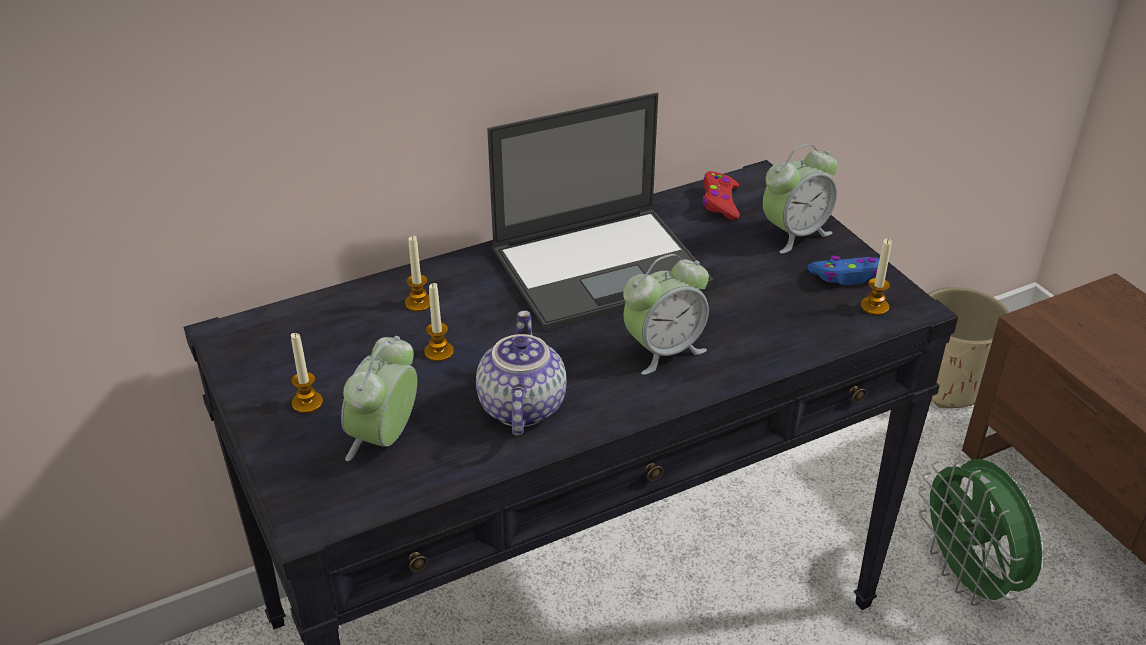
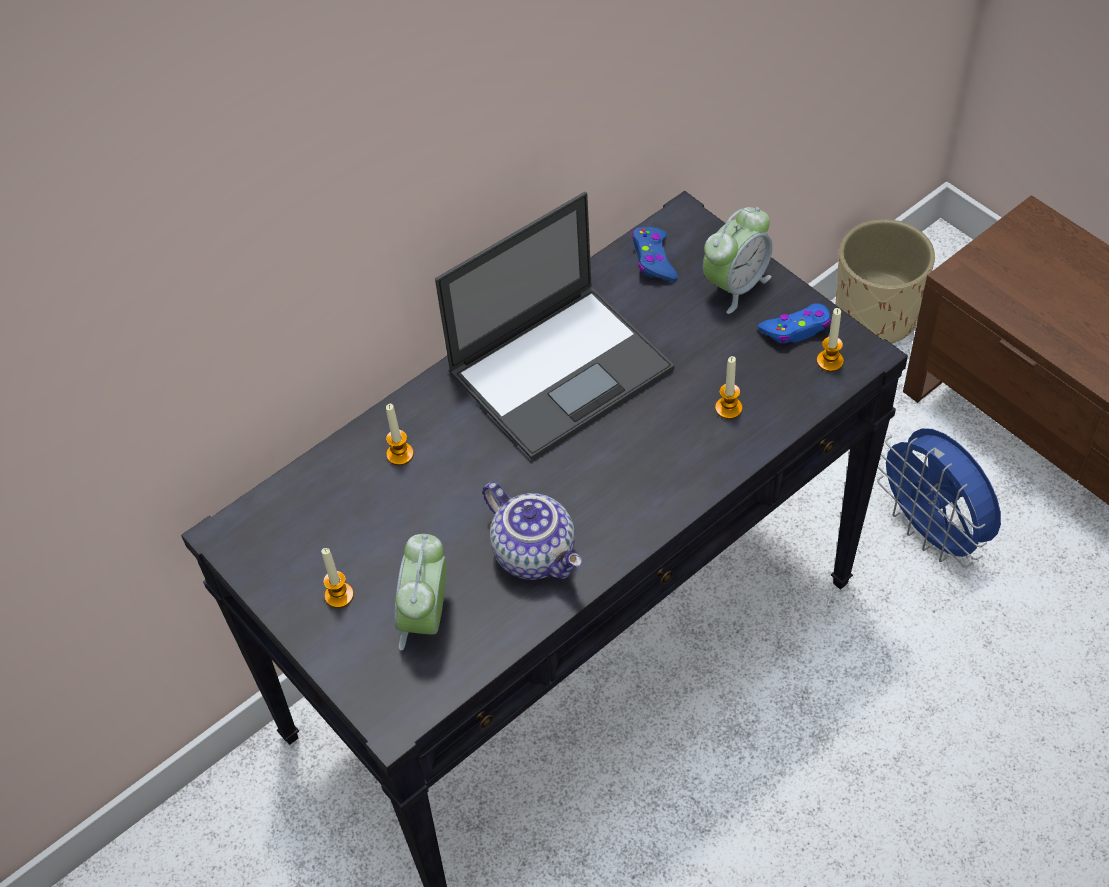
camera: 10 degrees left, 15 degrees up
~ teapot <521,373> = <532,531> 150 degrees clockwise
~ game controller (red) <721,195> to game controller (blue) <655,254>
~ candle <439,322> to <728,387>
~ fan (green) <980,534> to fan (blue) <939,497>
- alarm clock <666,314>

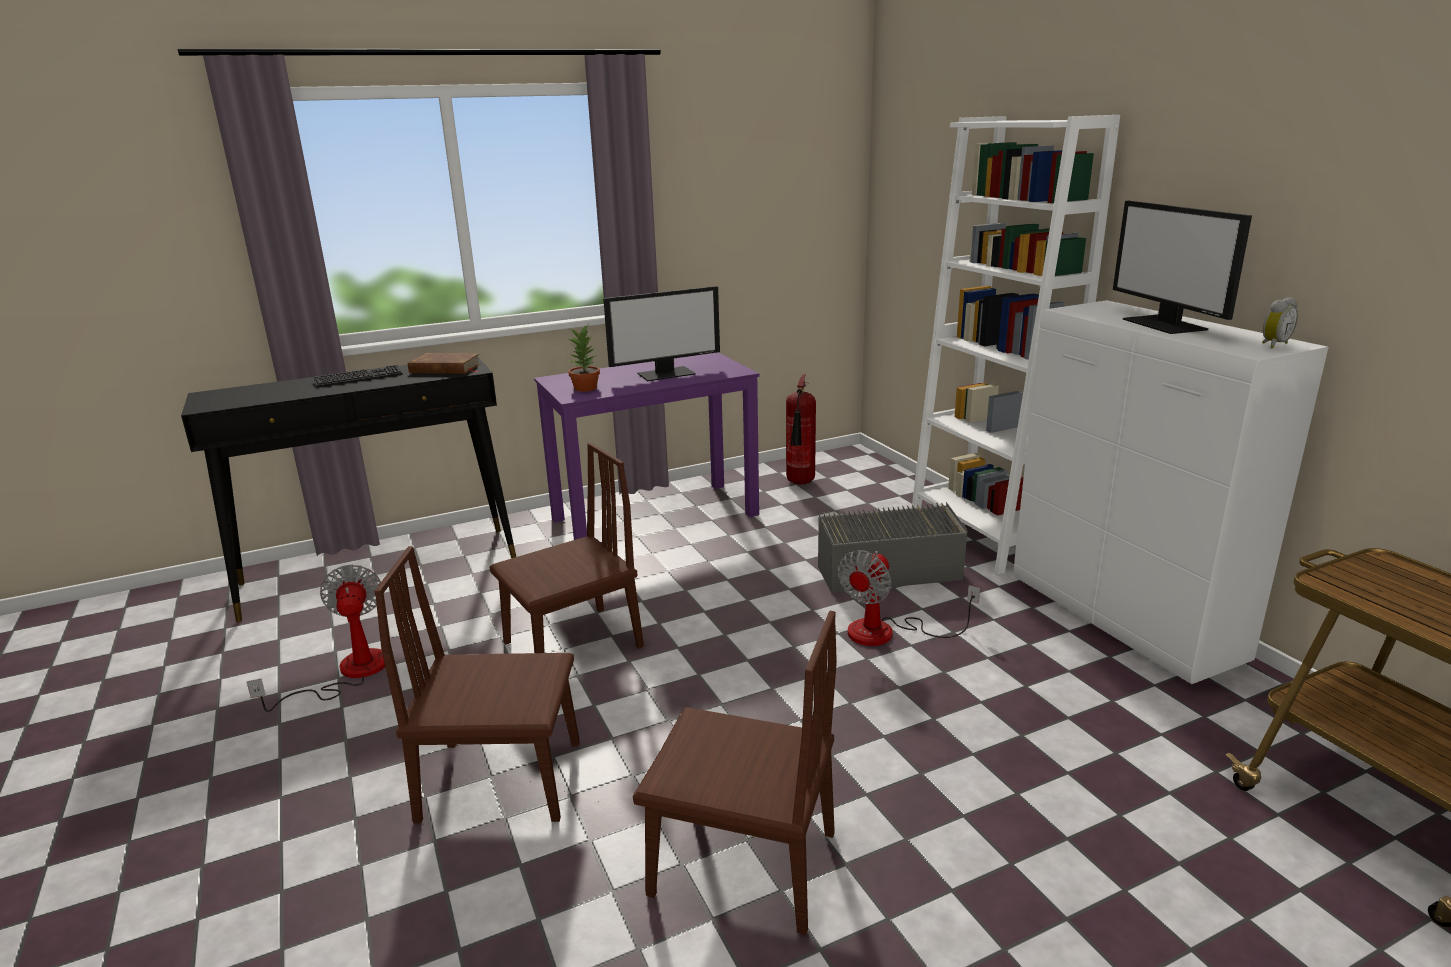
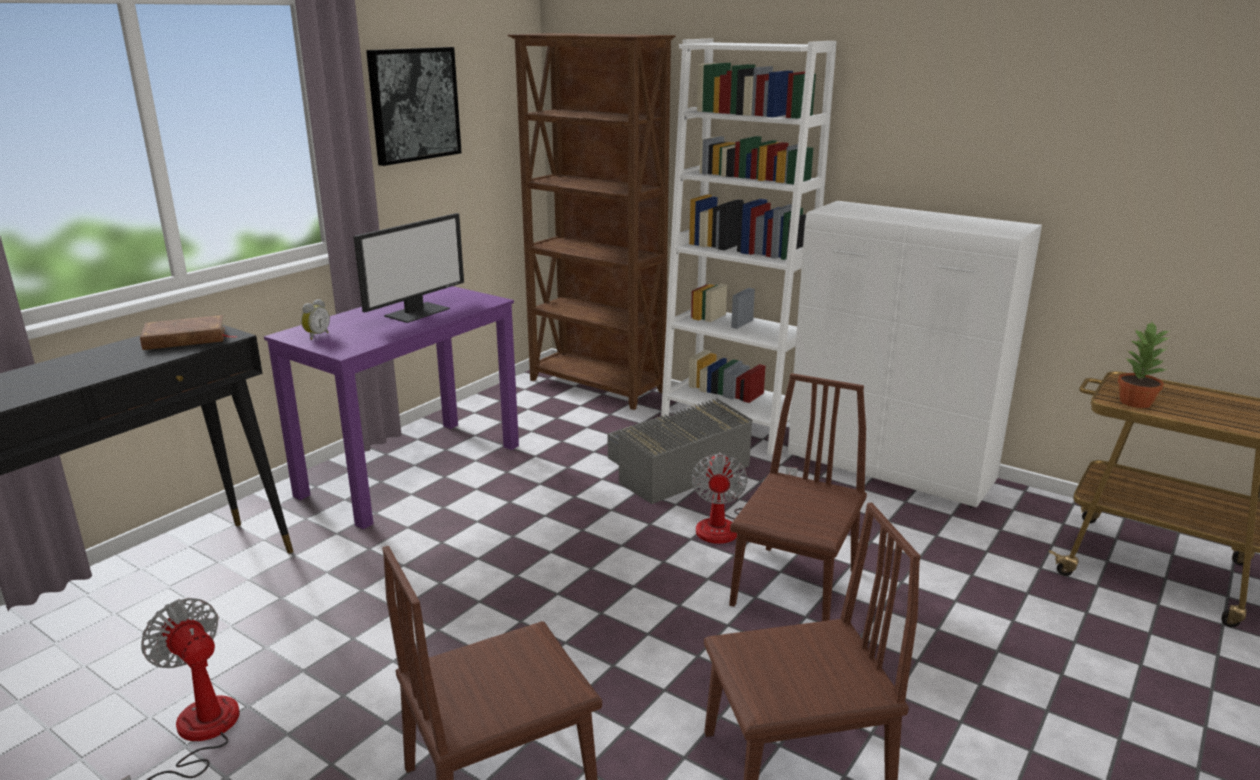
camera: 30 degrees left, 0 degrees up
~ alarm clock <1280,322> to <315,319>
+ picture <414,106>
+ bookcase (brown) <592,221>
~ chair (brown) <567,547> to <798,497>
~ potted plant <583,358> to <1143,365>
- keyboard <358,376>
- fire extinguisher <801,429>
- monitor <1182,267>

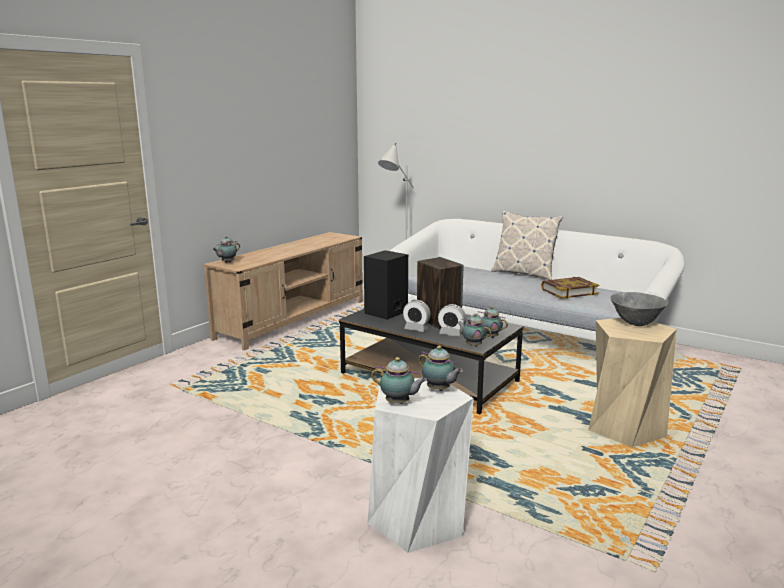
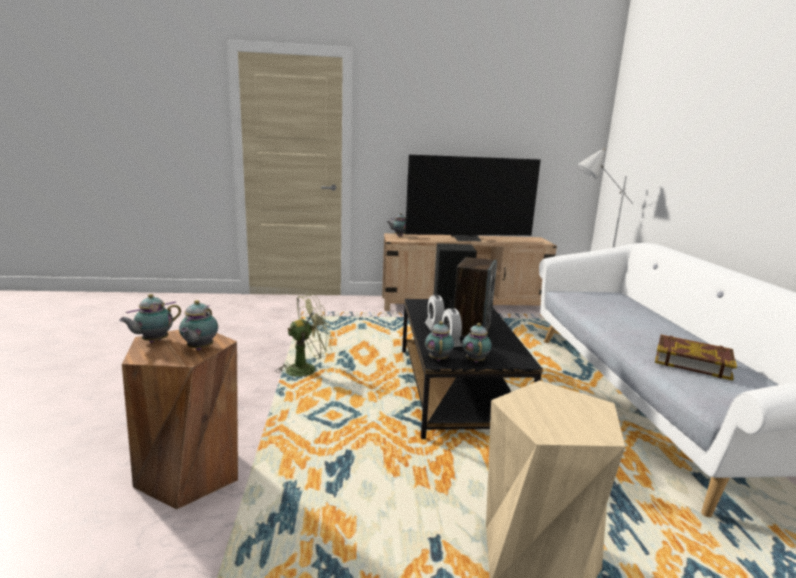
camera: 50 degrees right, 0 degrees up
~ teapot <399,380> = <150,318> 60 degrees clockwise
~ stool (white) <421,465> to stool (brown) <180,420>
+ fan (green) <305,335>
+ television <473,198>
- pillow <527,245>
- bowl (grey) <639,309>

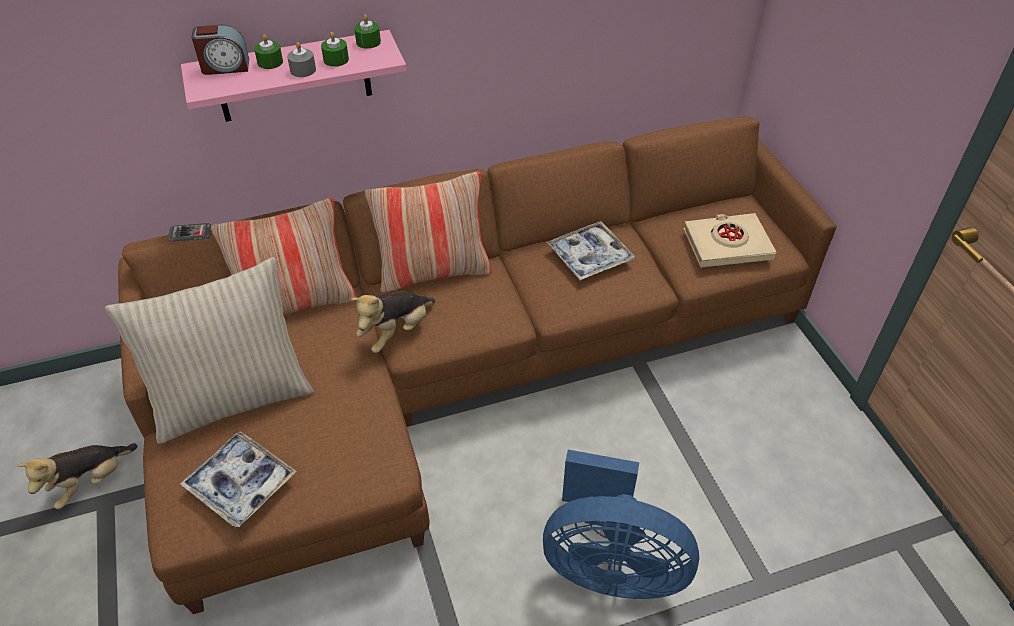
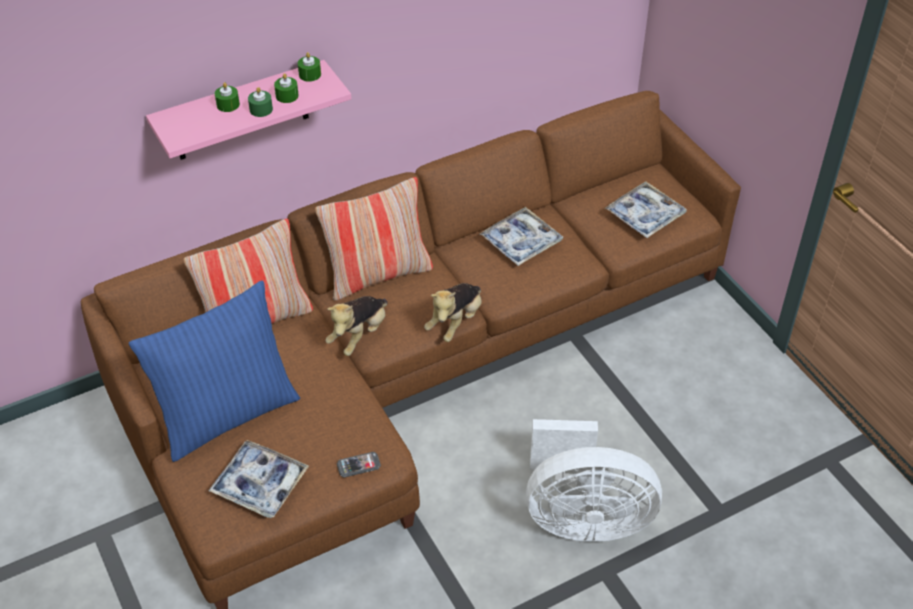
camera: 10 degrees left, 0 degrees up
~ pillow (beige) <209,350> to pillow (blue) <214,371>
~ candle (grey) <301,59> to candle (green) <260,102>
~ phone <190,232> to <359,464>
~ plush toy <77,476> to <453,312>
~ fan (blue) <621,524> to fan (white) <594,480>
~ book (beige) <729,240> to tray <646,209>
- alarm clock <220,50>

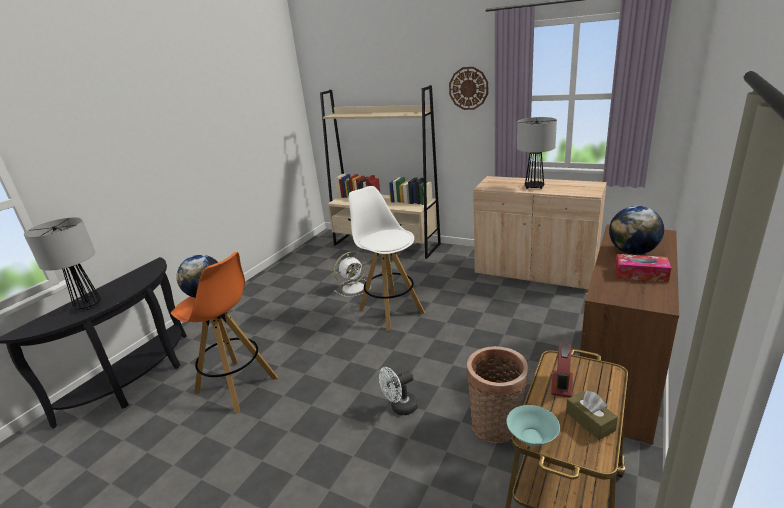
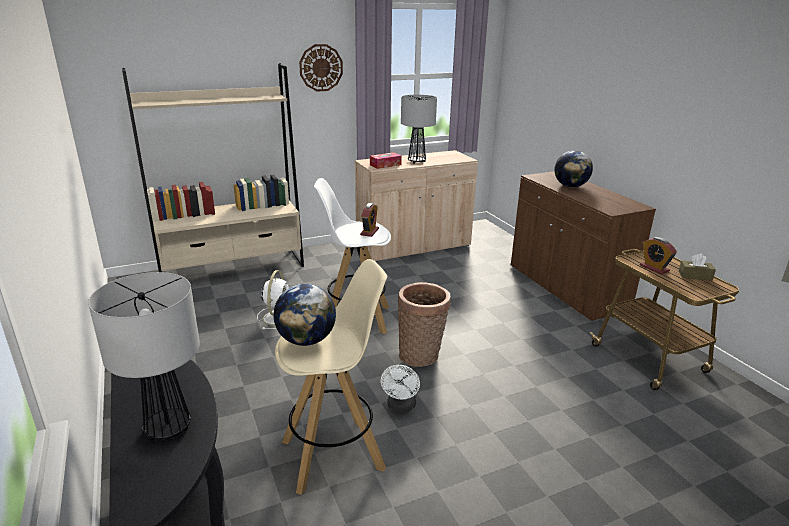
camera: 55 degrees left, 0 degrees up
~ stool (orange) <224,332> to stool (beige) <331,377>
+ alarm clock <369,220>
~ tissue box <643,268> to <386,160>
~ fan (white) <398,391> to <400,387>
~ basket <497,394> to <424,324>
- bowl (turquoise) <533,425>

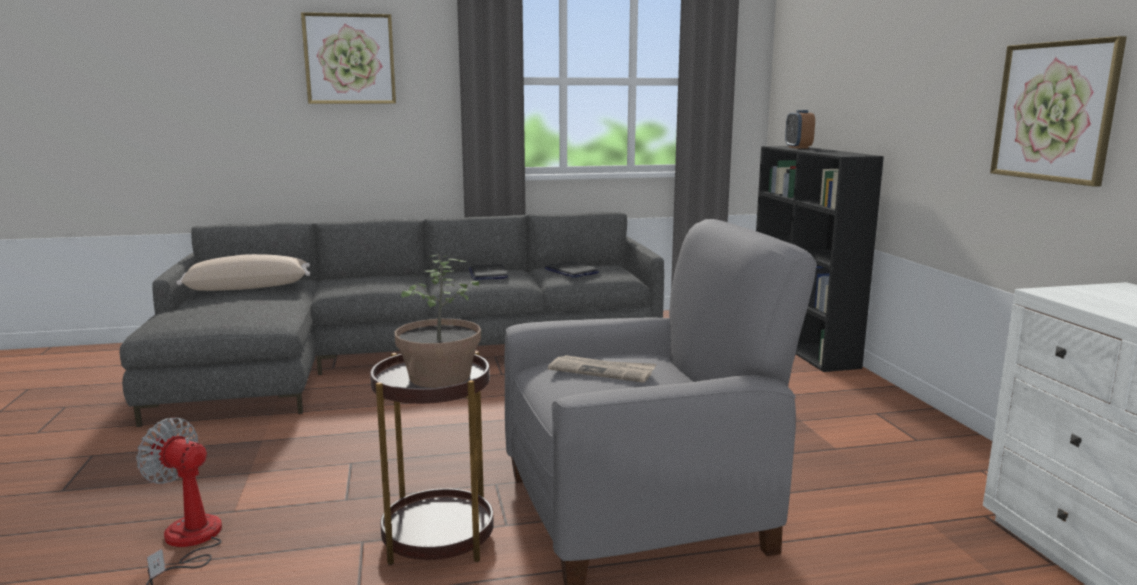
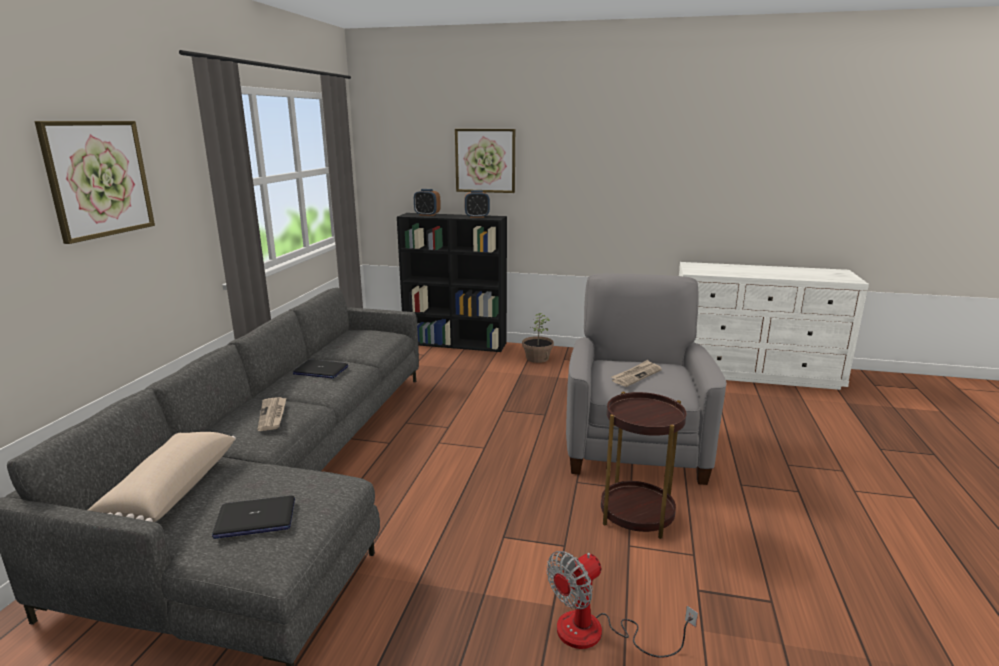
camera: 65 degrees left, 5 degrees up
~ laptop <572,269> to <253,517>
+ newspaper <271,414>
~ picture <1058,111> to <485,161>
+ alarm clock <477,204>
~ potted plant <437,321> to <538,338>

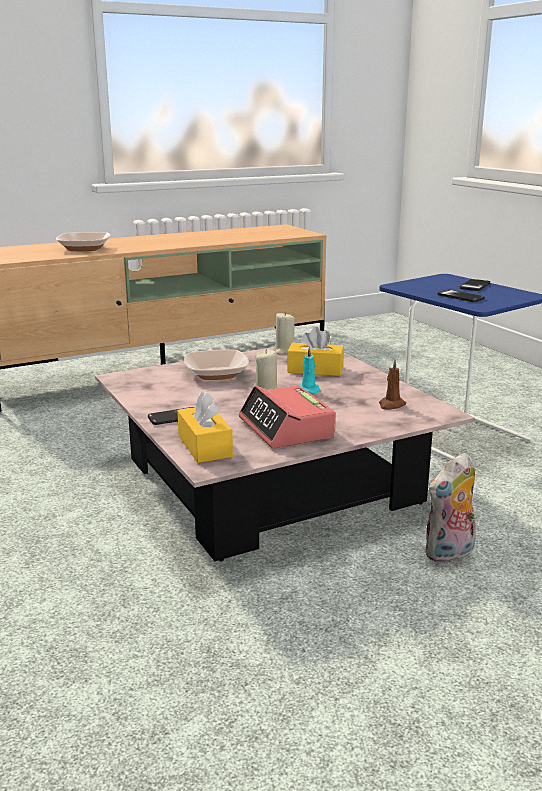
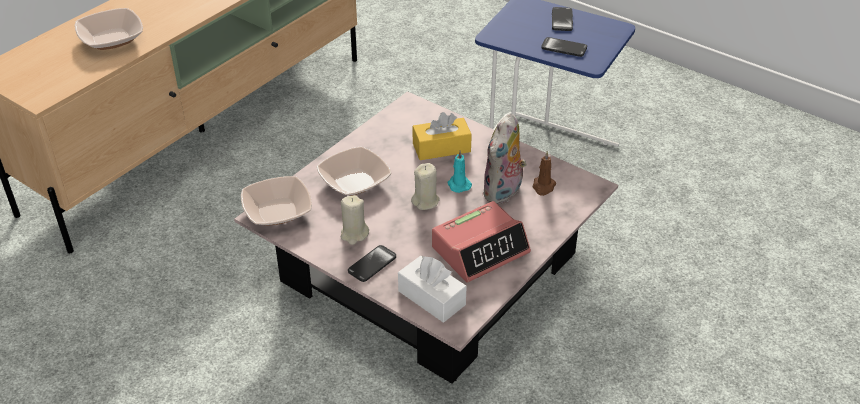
camera: 25 degrees left, 20 degrees up
+ bowl <276,200>
~ candle (beige) <284,333> to <355,220>
~ tissue box (yellow) <205,427> to tissue box (white) <432,289>
~ alarm clock <287,417> = <481,242> 75 degrees counterclockwise
~ plush toy <450,508> to <504,158>

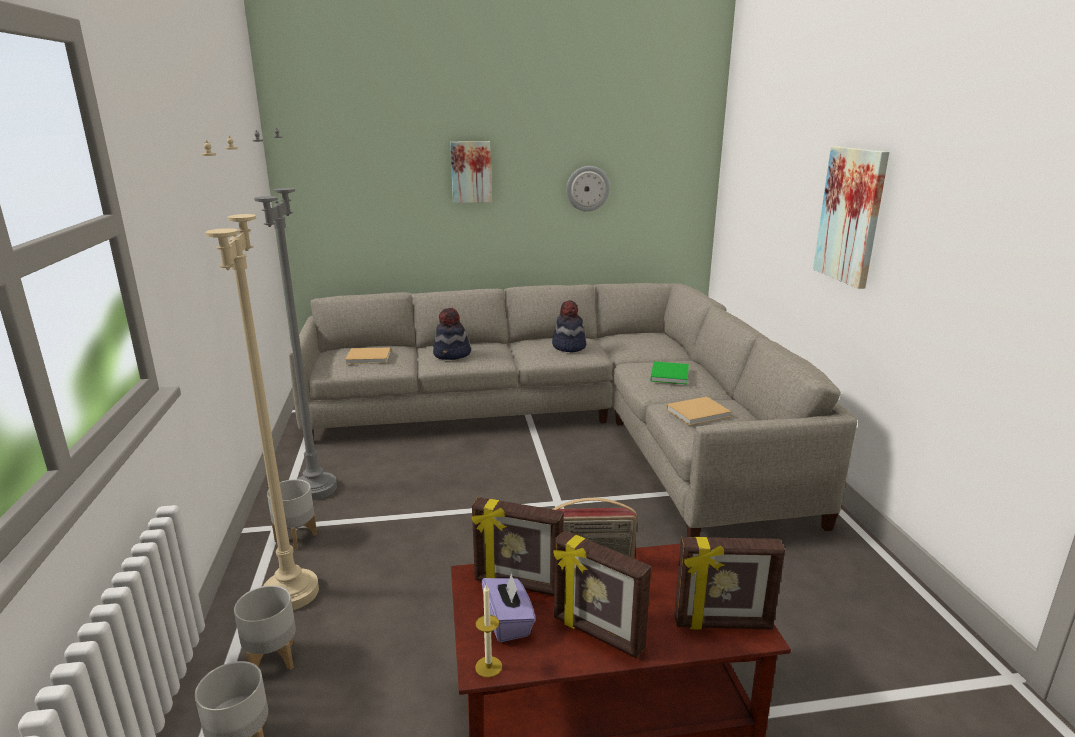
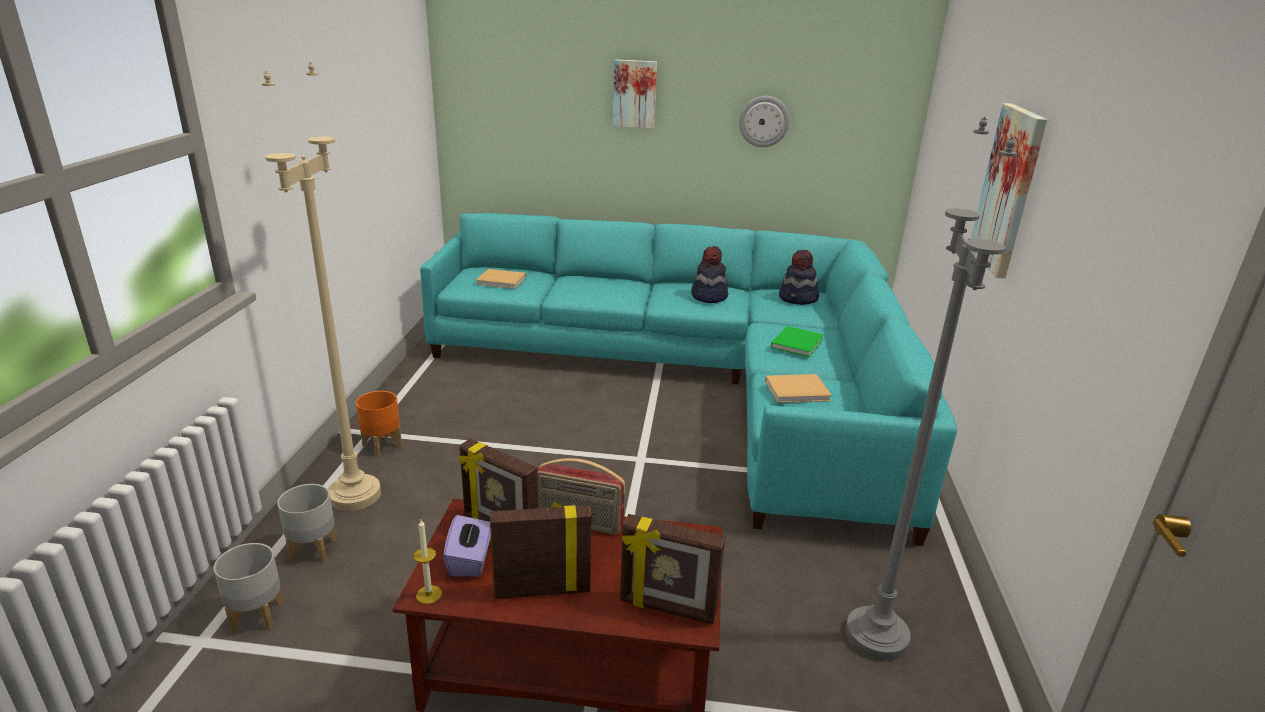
camera: 15 degrees right, 5 degrees up
~ planter (grey) <292,514> to planter (orange) <379,424>
~ sofa (grey) <573,410> to sofa (turquoise) <688,379>
~ picture frame <602,594> = <540,550> 120 degrees clockwise
~ hat <452,334> to <799,277>
~ floor lamp (grey) <295,314> to <931,389>

